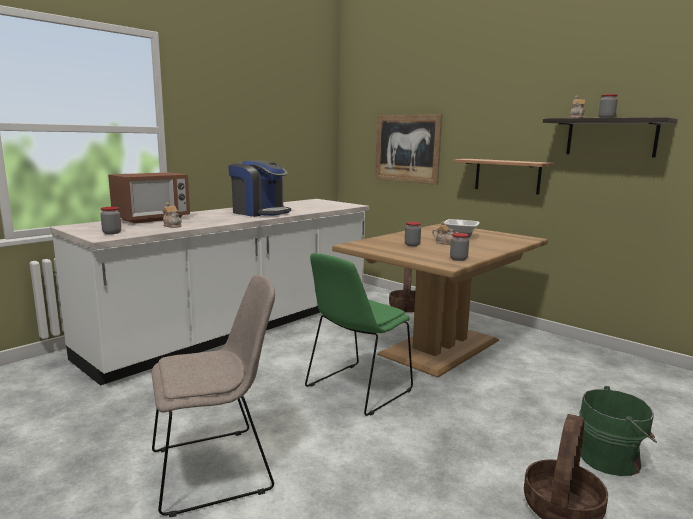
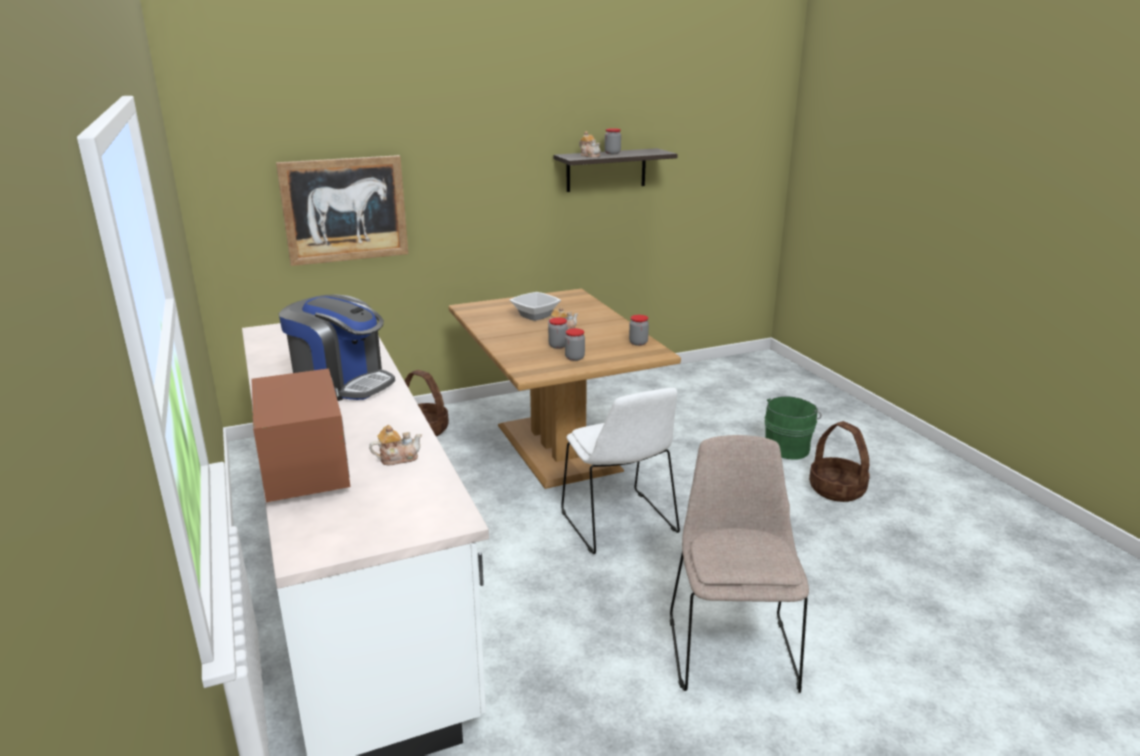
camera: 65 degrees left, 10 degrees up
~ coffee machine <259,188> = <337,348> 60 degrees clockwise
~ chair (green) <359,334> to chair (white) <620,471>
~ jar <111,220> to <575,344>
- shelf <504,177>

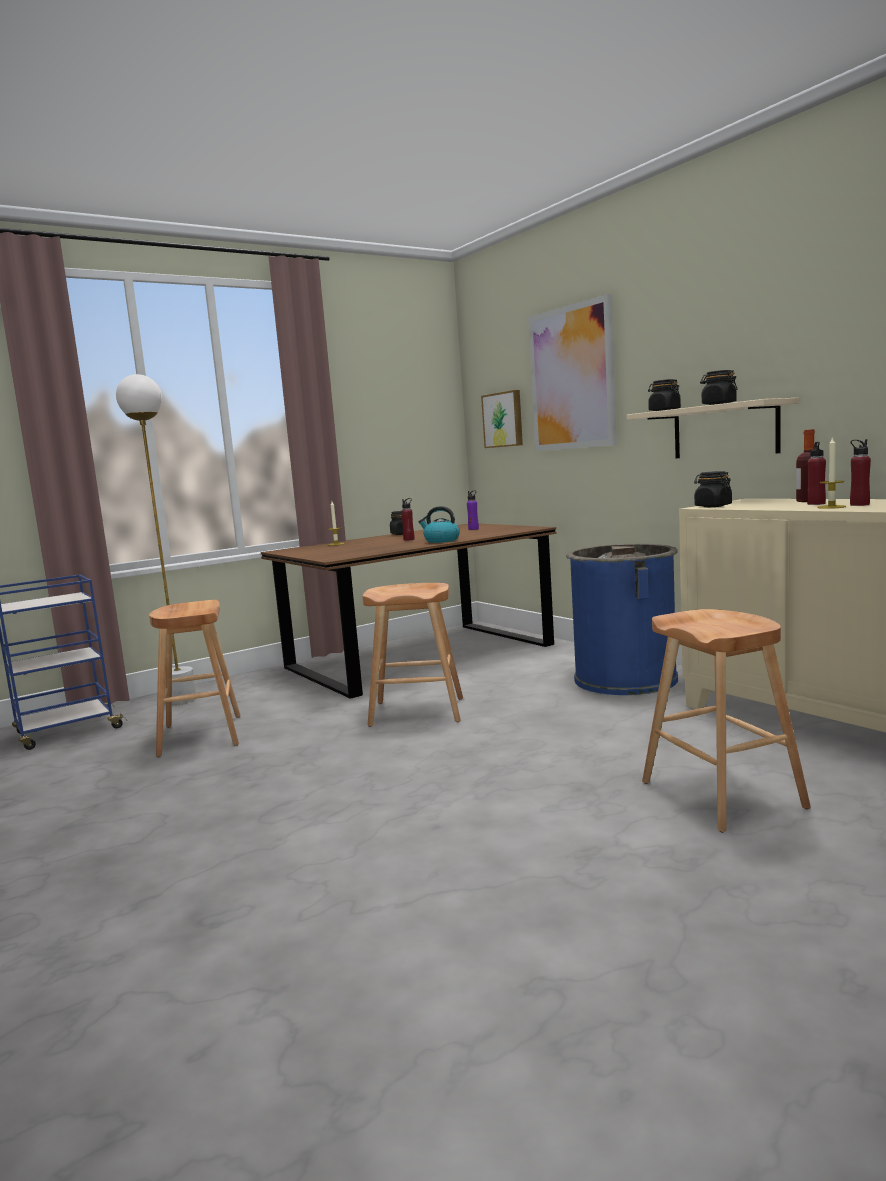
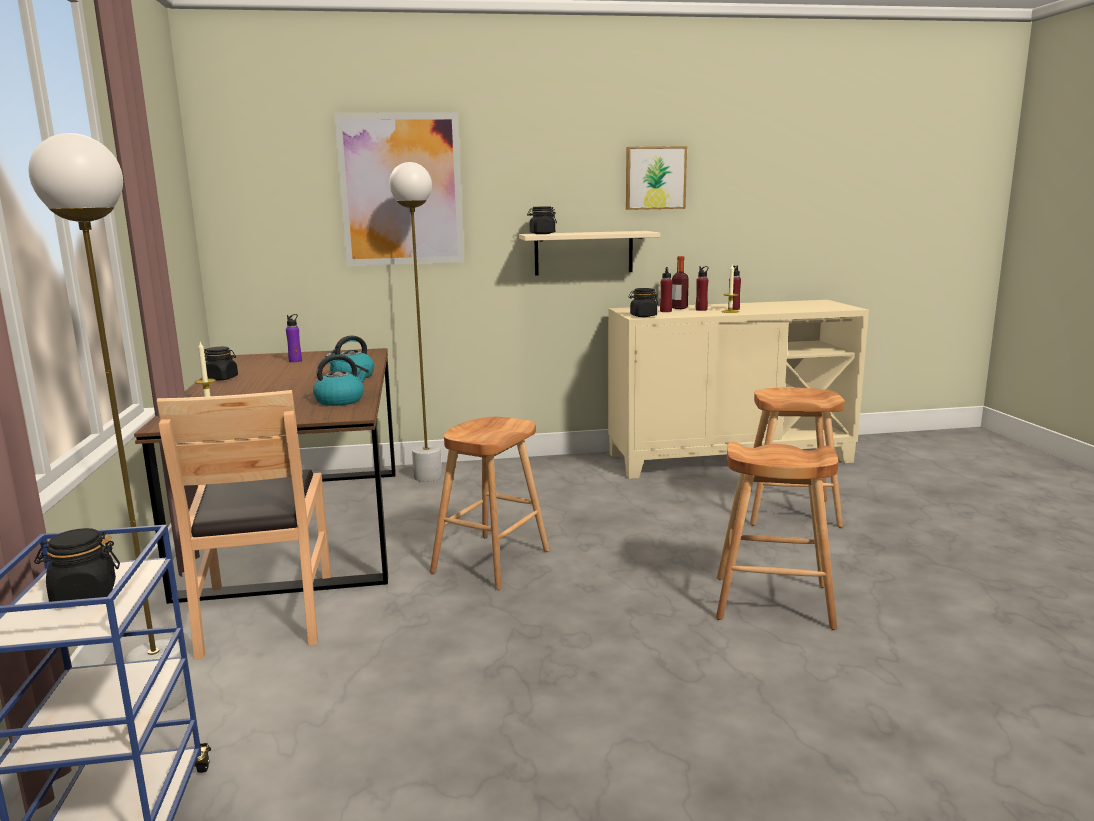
camera: 65 degrees left, 5 degrees up
~ jar (black) <719,387> to <77,565>
+ chair (brown) <244,525>
+ kettle <341,380>
+ floor lamp (white) <415,322>
~ picture <502,419> to <656,178>
~ bottle (red) <408,519> to <666,289>
~ stool (brown) <195,678> to <777,536>
- trash can (blue) <622,619>

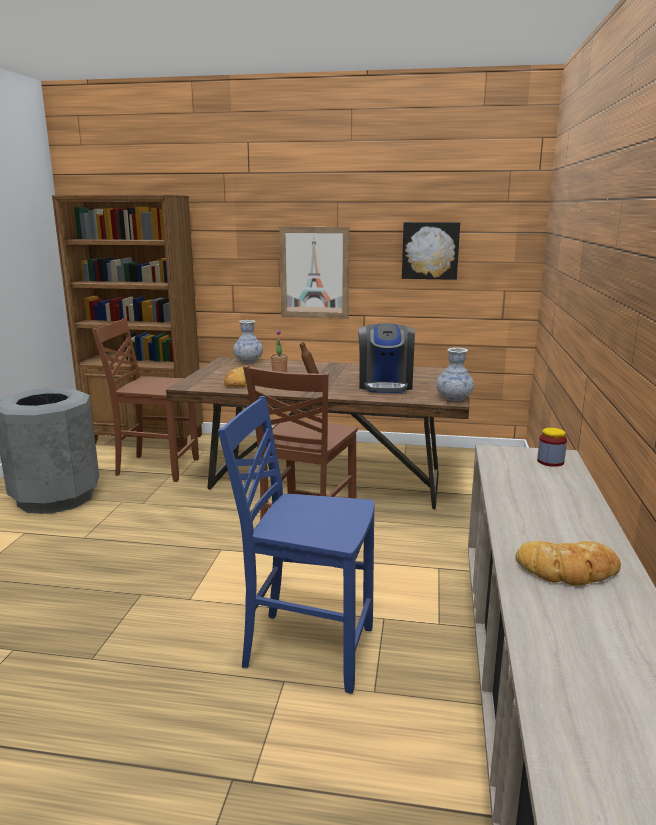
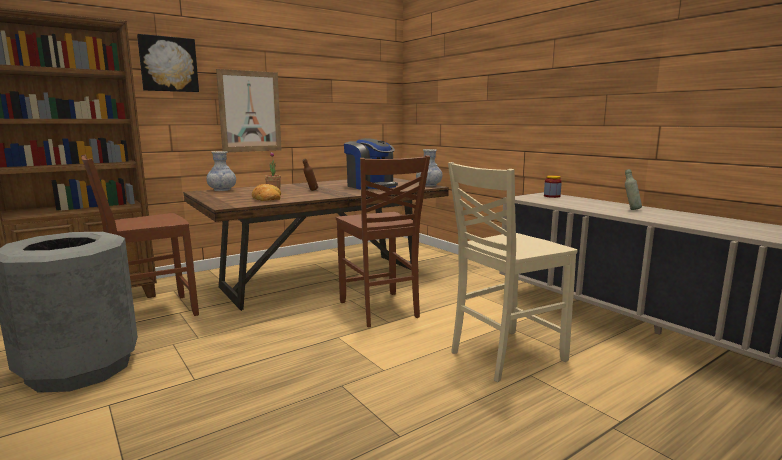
camera: 45 degrees left, 5 degrees down
~ picture <431,251> to <168,63>
~ chair (blue) <296,544> to chair (beige) <512,272>
+ bottle (grey) <633,189>
- bread <568,563>

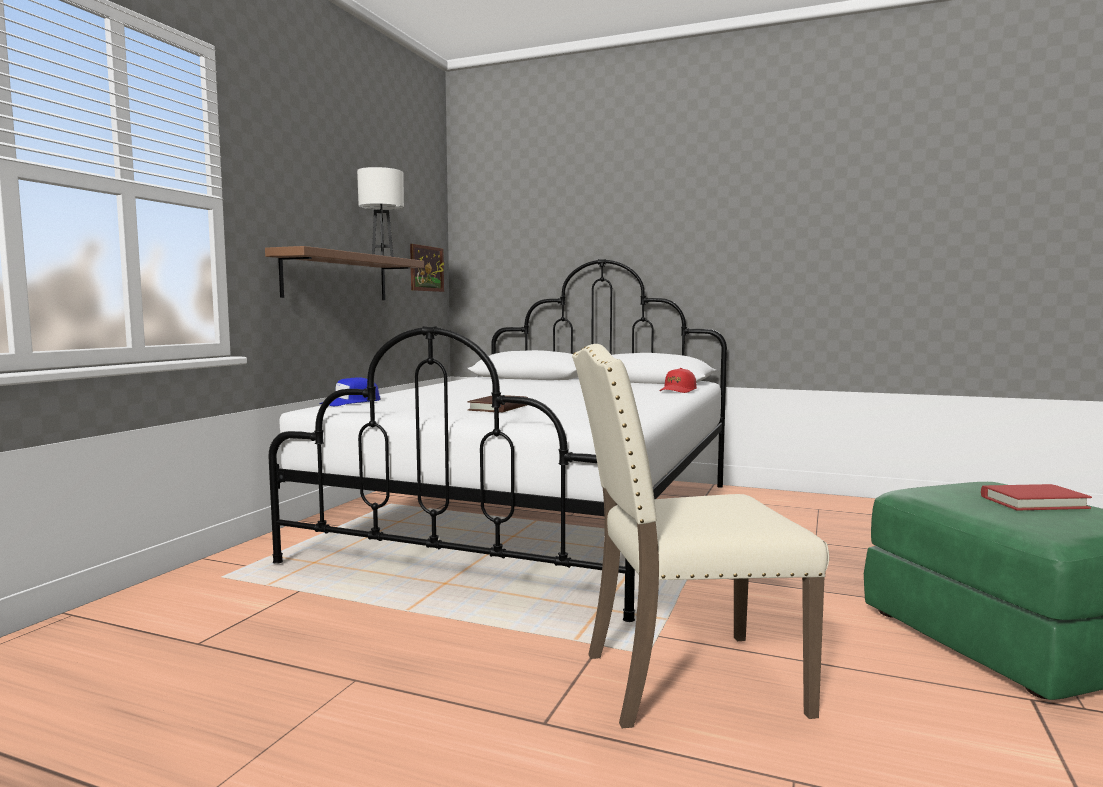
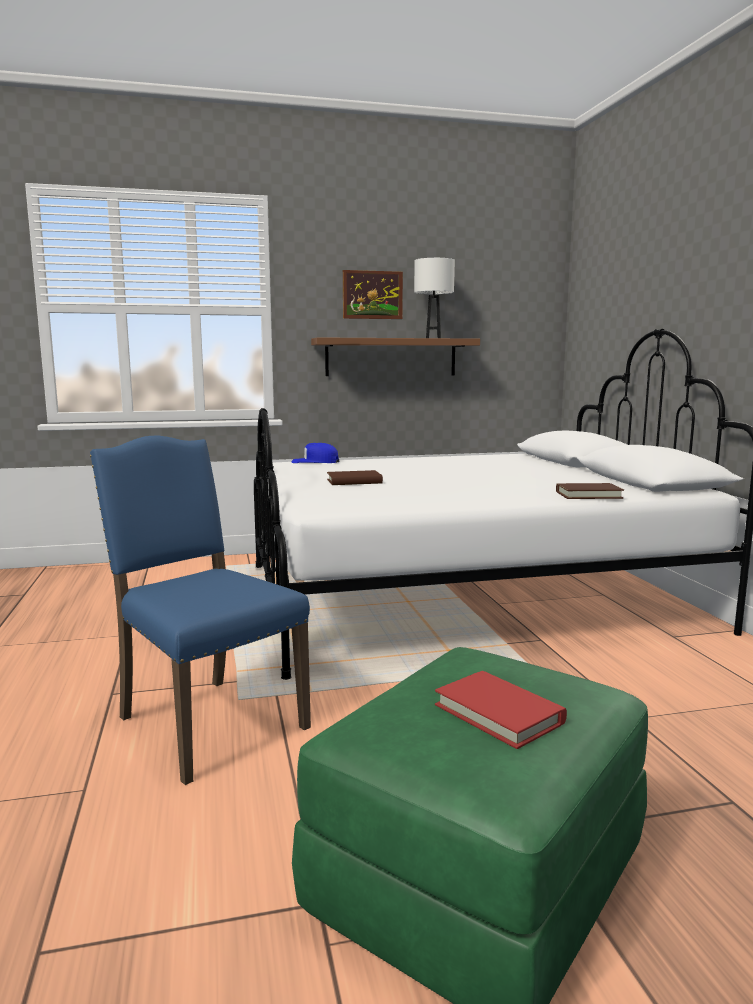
camera: 55 degrees right, 5 degrees up
~ chair (beige) <700,536> to chair (blue) <200,610>
~ picture <427,268> to <373,294>
~ cap (red) <678,380> to book (brown) <590,491>

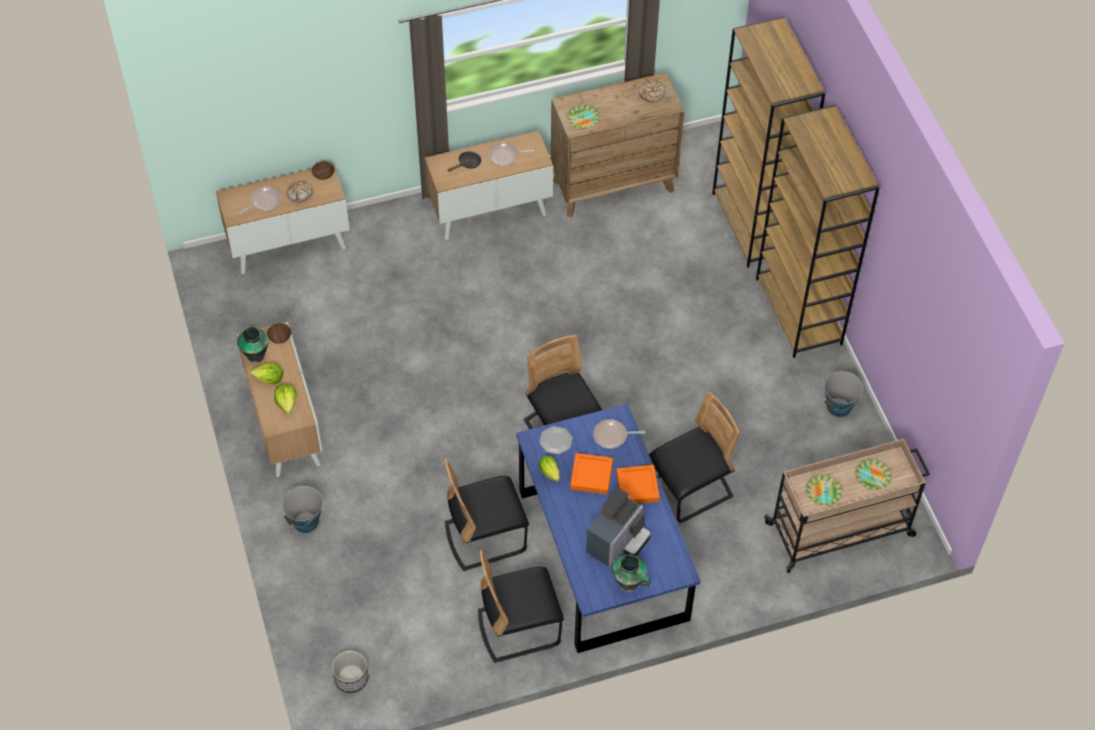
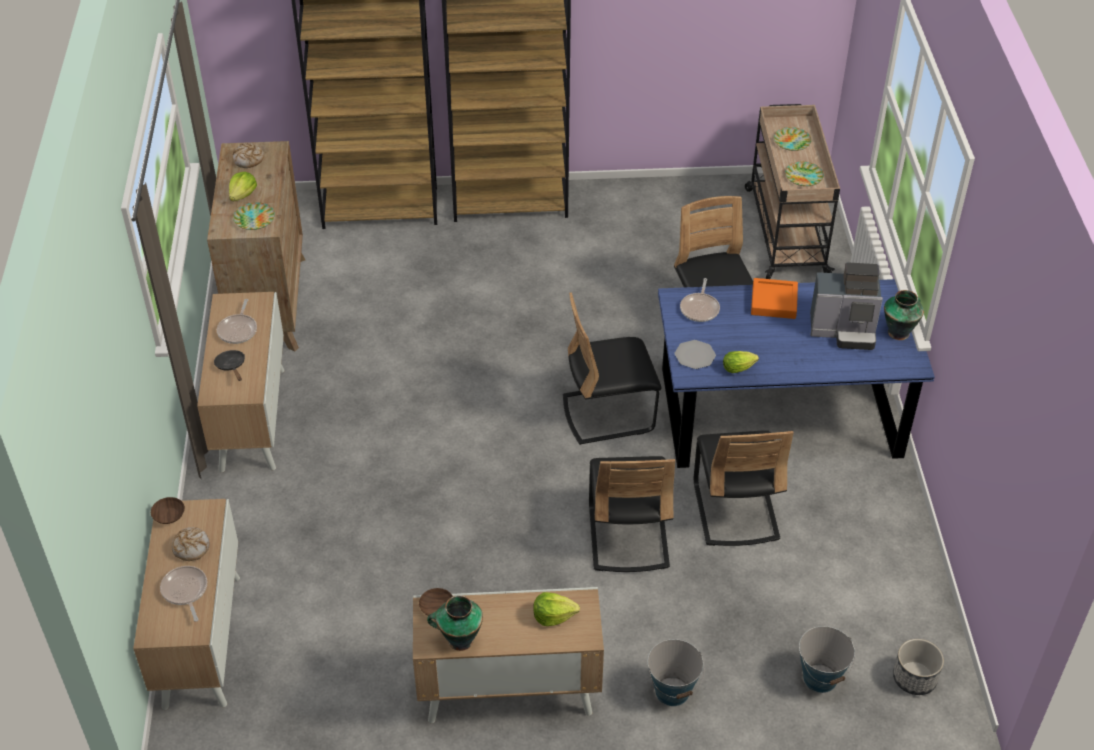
camera: 75 degrees left, 10 degrees down
~ lettuce <266,374> to <243,186>
~ chair (black) <521,606> to <632,514>
~ bucket <842,394> to <827,659>
~ coffee machine <618,528> = <846,306> 135 degrees clockwise
- tray (orange) <591,473>

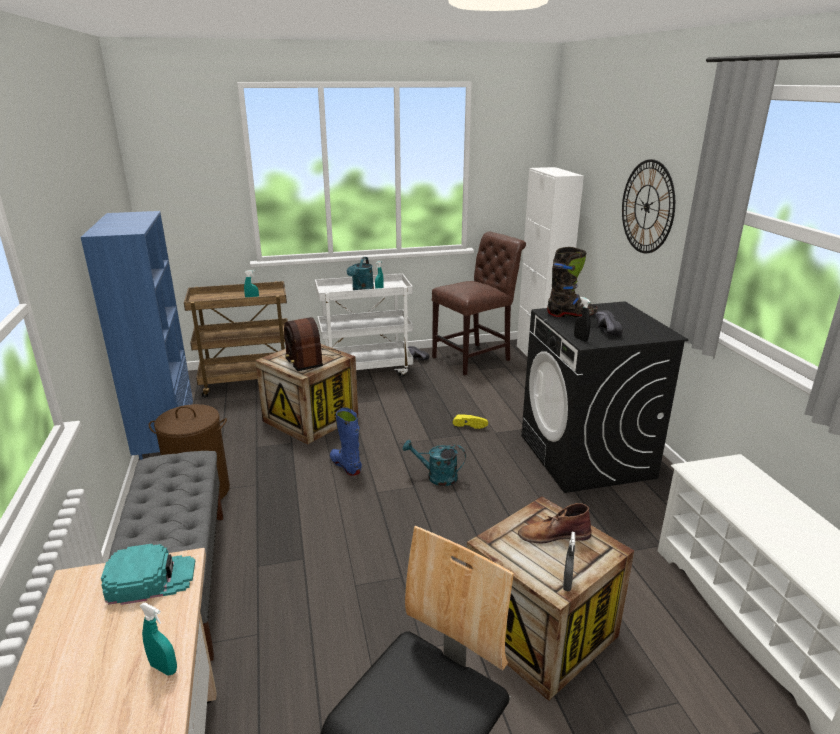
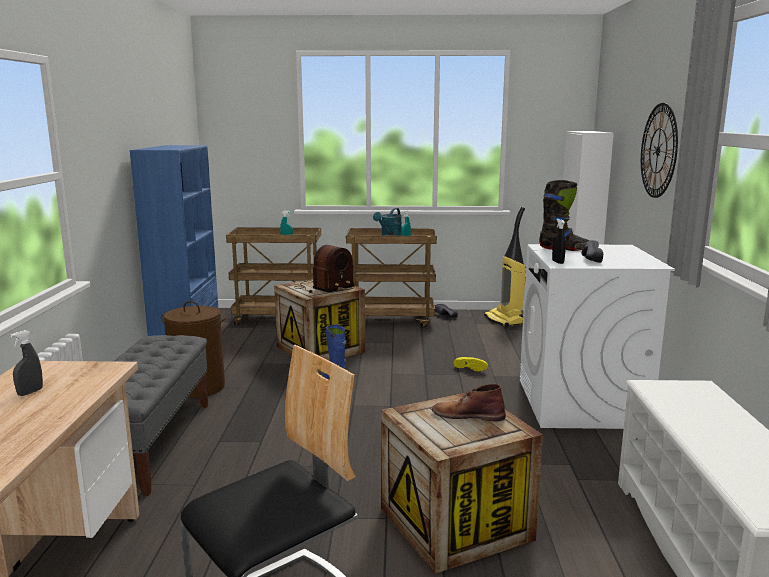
camera: 15 degrees right, 10 degrees down
~ spray bottle (grey) <569,561> to <26,363>
~ radio <312,344> = <324,269> 120 degrees counterclockwise
~ cart (white) <364,325> to cart (brown) <391,278>
~ chair (brown) <479,303> to vacuum cleaner <505,267>
~ washing machine (black) <604,397> to washing machine (white) <597,336>
- cap (turquoise) <148,574>
- spray bottle (turquoise) <158,639>
- watering can (turquoise) <434,463>

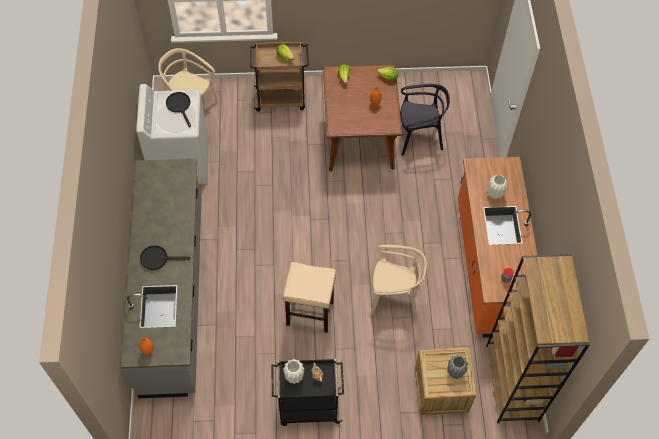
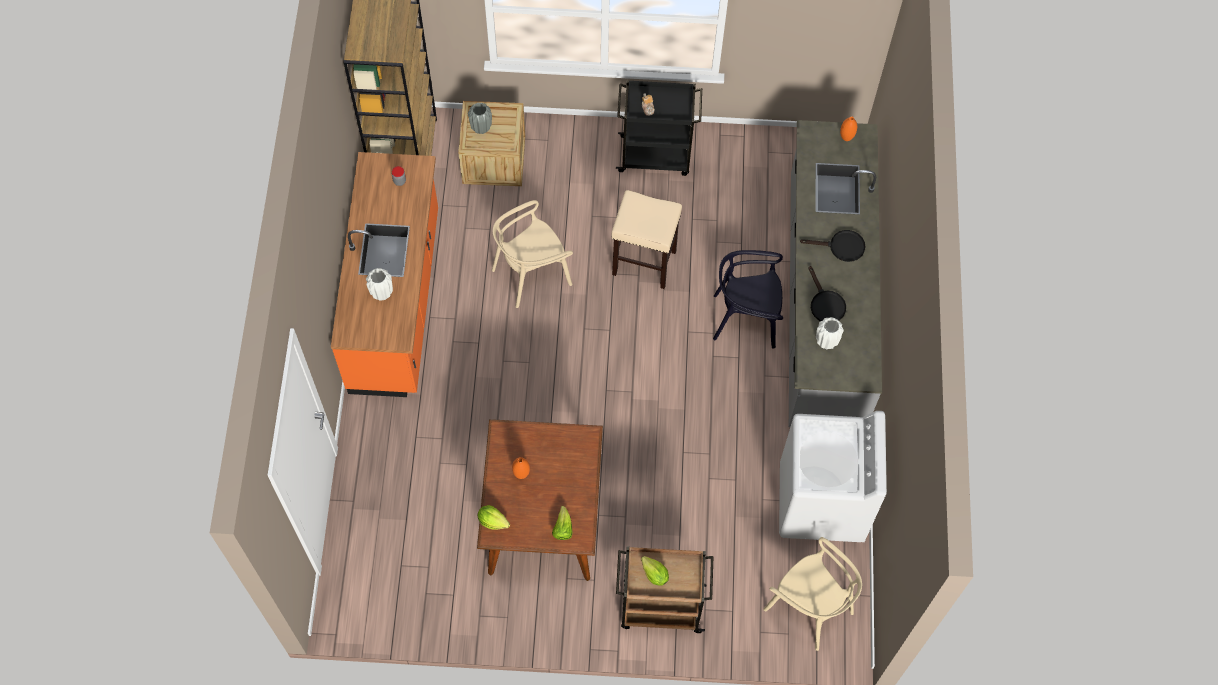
camera: 175 degrees left, 5 degrees up
~ chair (beige) <398,281> = <532,254> 45 degrees counterclockwise
~ chair (black) <425,119> to <748,299>
~ frying pan (black) <178,109> to <827,293>
~ vase (white) <293,371> to <830,333>

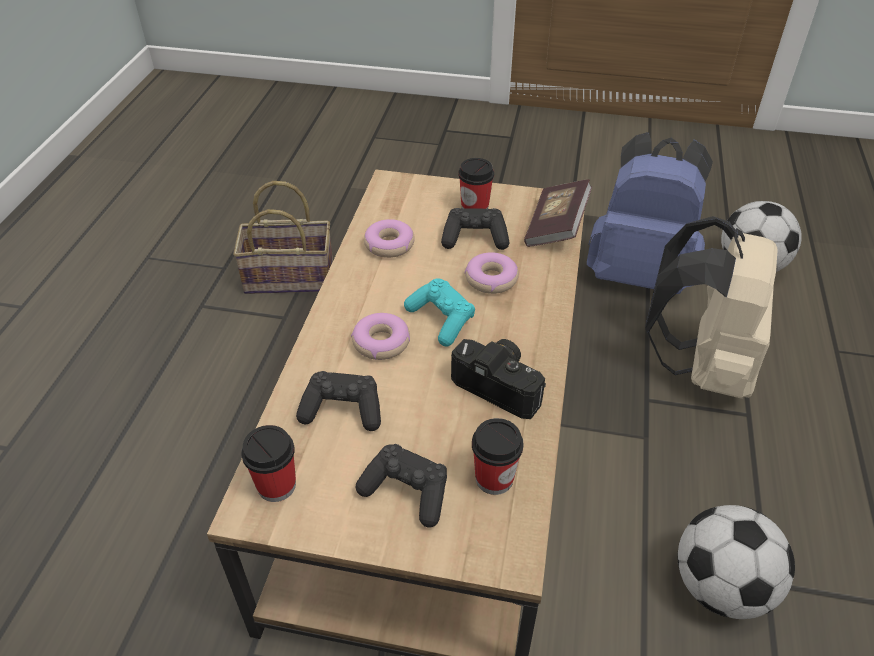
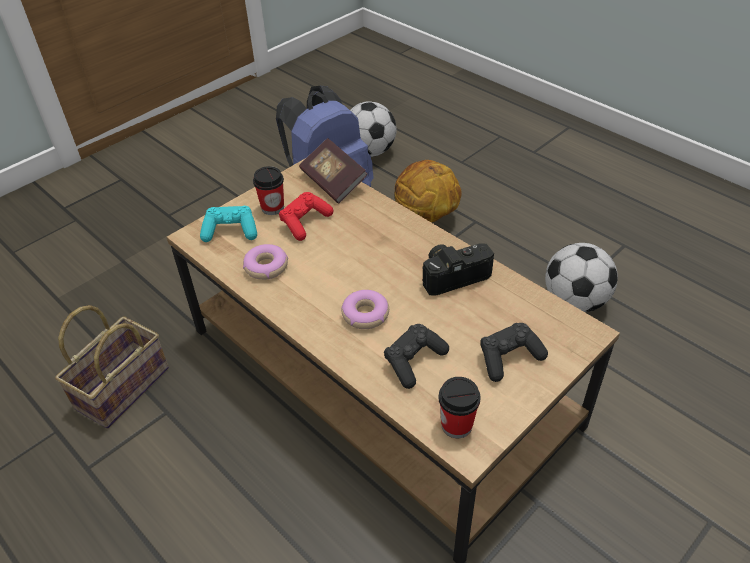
camera: 55 degrees left, 0 degrees up
~ game controller (turquoise) <439,312> to <228,224>
~ game controller (black) <475,229> to game controller (red) <306,216>
~ backpack (beige) <711,307> to basketball <428,191>
- donut <491,273>
- cup <498,456>

